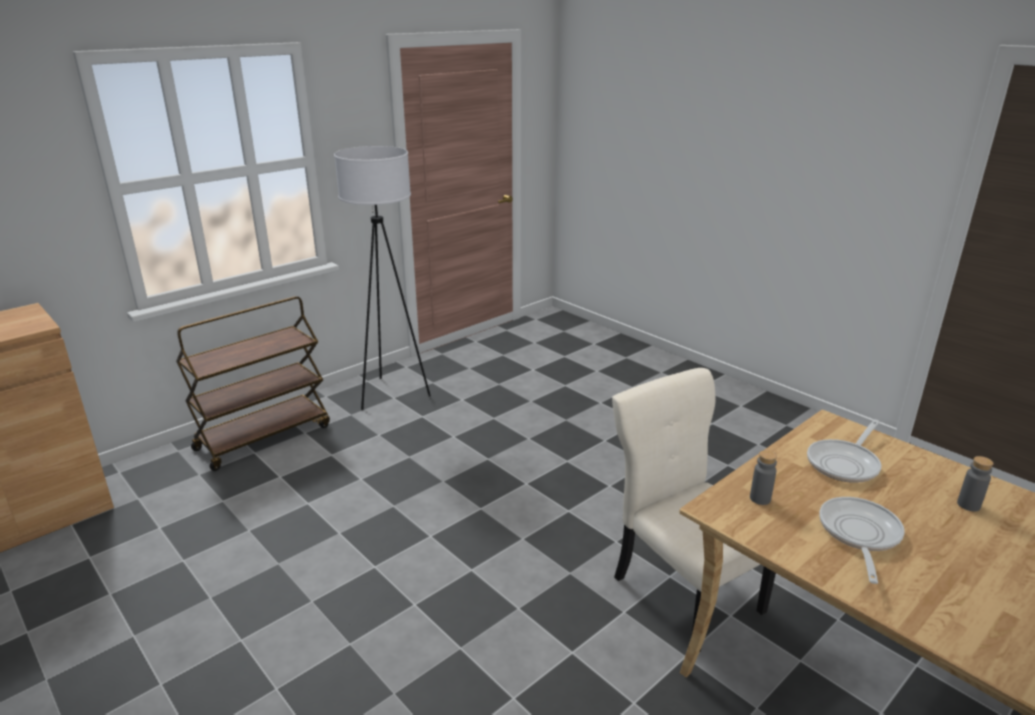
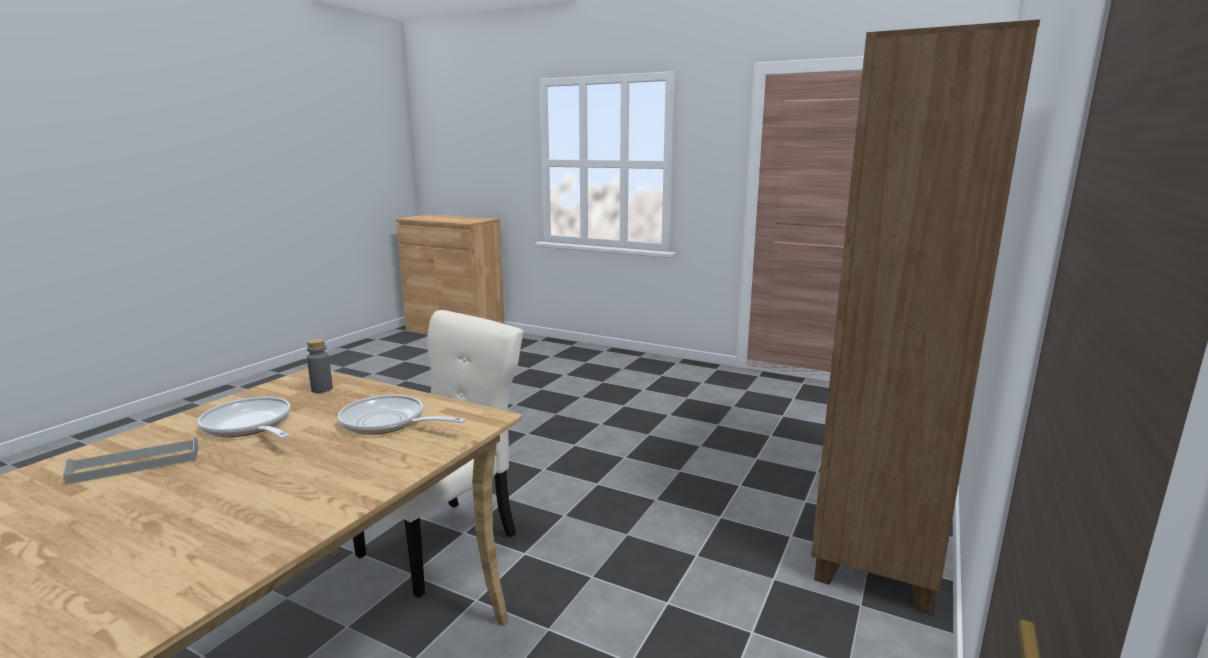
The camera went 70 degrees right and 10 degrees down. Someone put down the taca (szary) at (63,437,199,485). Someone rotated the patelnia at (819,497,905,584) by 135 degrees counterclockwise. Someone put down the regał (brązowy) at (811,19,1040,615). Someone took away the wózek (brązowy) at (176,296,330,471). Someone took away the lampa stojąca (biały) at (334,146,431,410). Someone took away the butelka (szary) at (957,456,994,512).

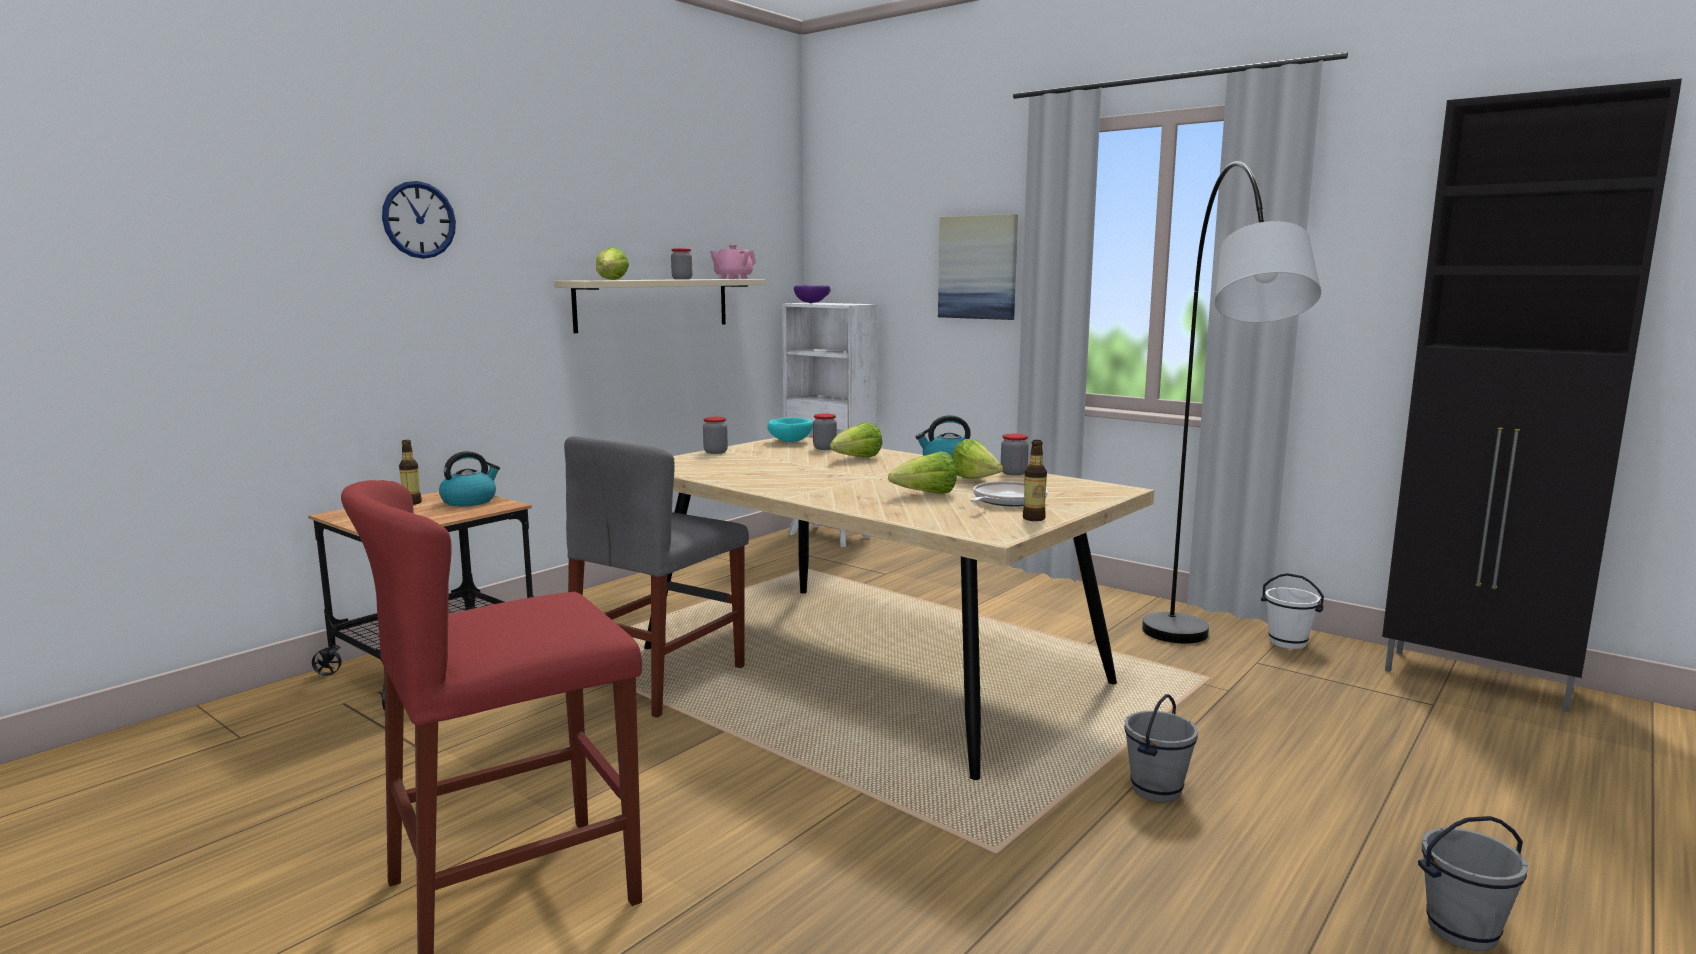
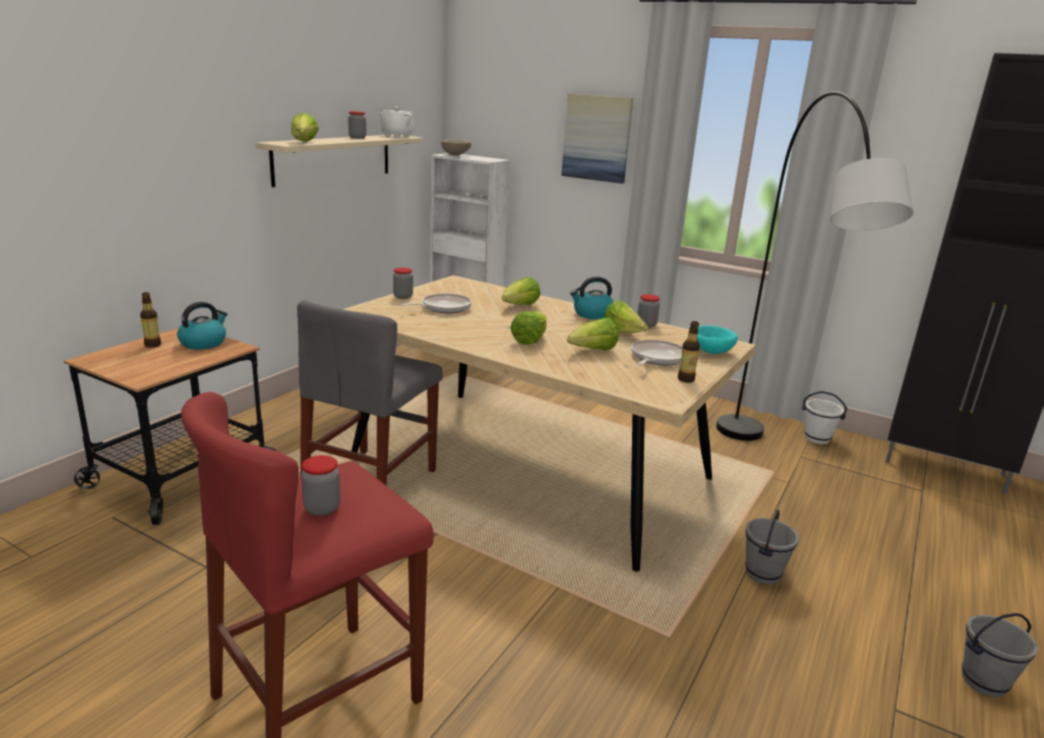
The camera went 10 degrees left and 10 degrees up. Someone carried the słoik from (813,413,837,450) to (301,455,340,516). Someone repainted the imbryk (różowy) at (710,244,756,279), which became the imbryk (biały) at (379,107,415,138). Someone put down the patelnia at (401,293,472,313). Someone repainted the miska (fioletowy) at (794,285,831,303), which became the miska (beżowy) at (441,139,471,155). Someone put down the sałata at (510,311,547,344). Someone carried the miska (turkusowy) from (767,417,813,442) to (697,326,738,354). Someone took away the zegar ścienny at (382,181,456,259).

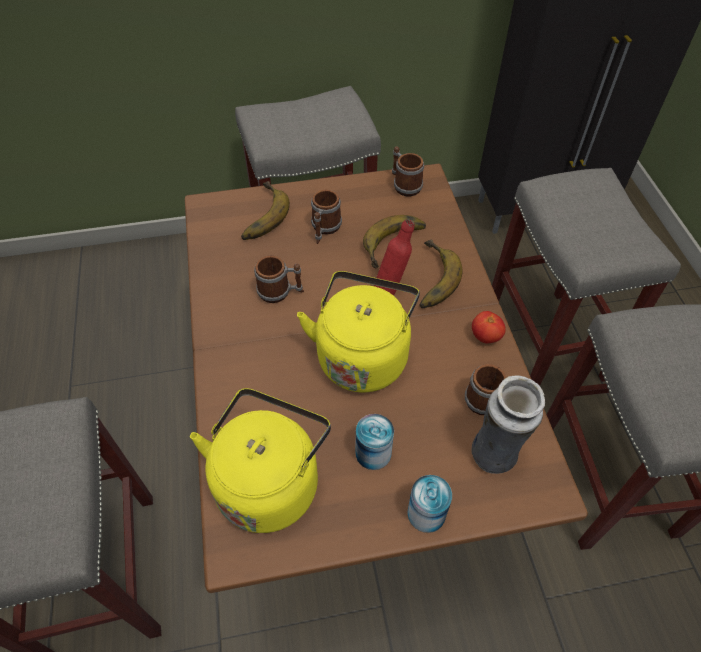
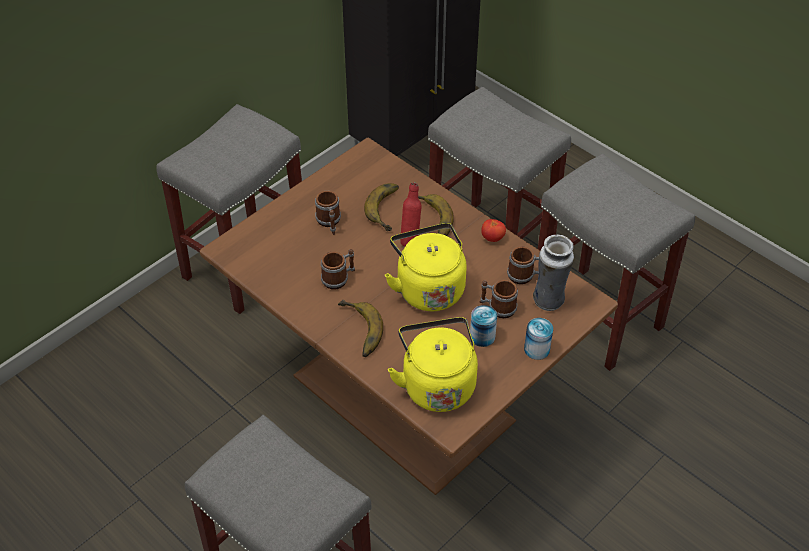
The camera went 35 degrees left and 5 degrees down. Someone carried the banan from (241,181,290,240) to (338,300,383,357). Someone carried the kubek from (392,146,424,196) to (480,280,518,318).

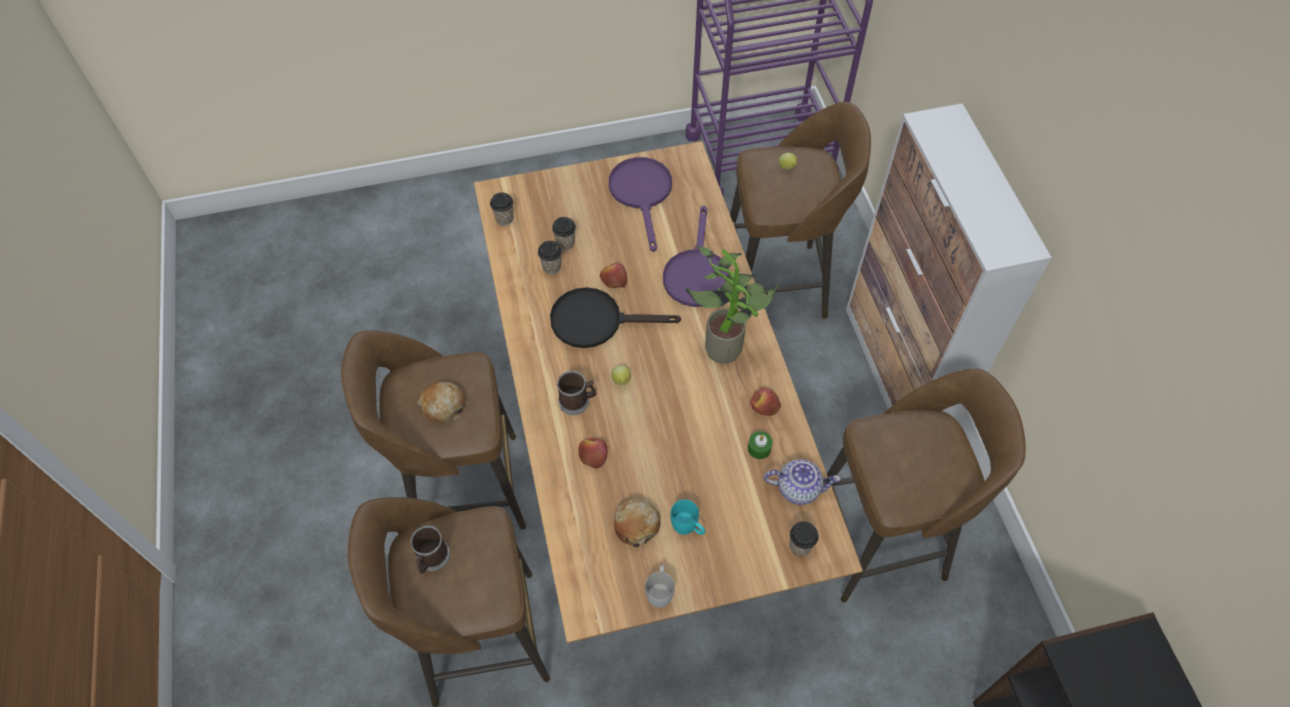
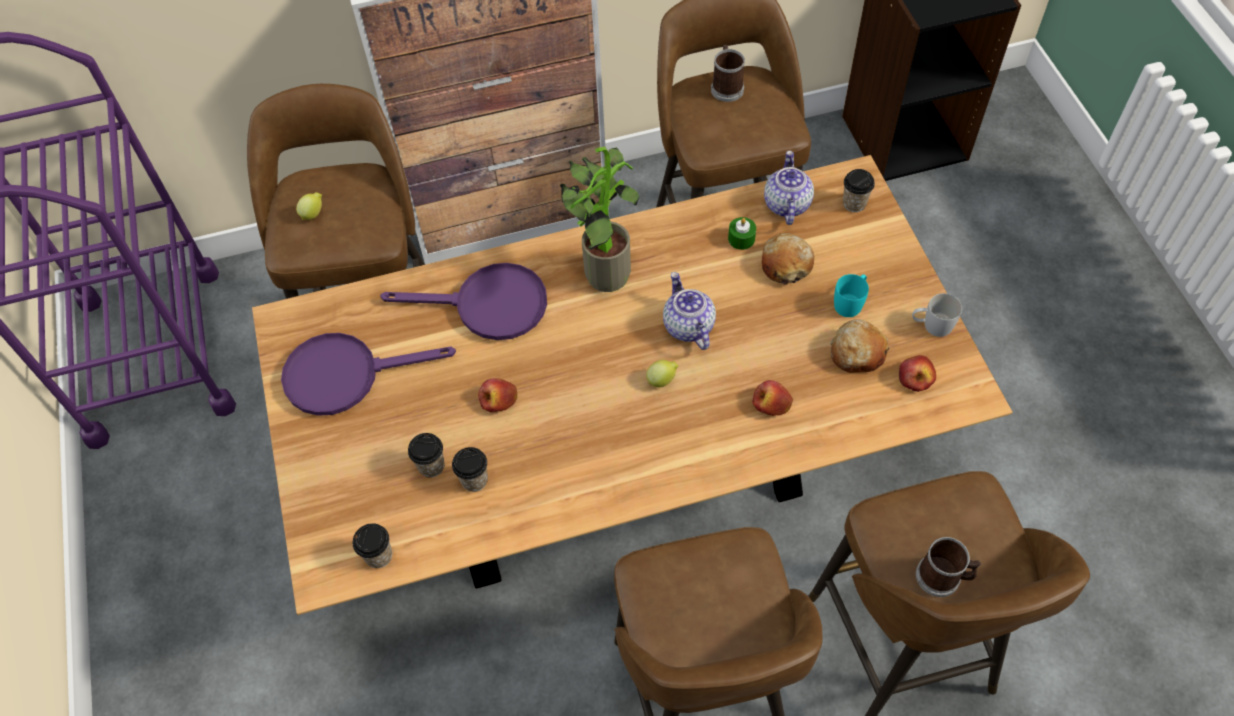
The camera went 90 degrees left and 0 degrees up. Someone put down the imbryk at (663,272,716,350). Someone carried the kubek from (557,371,596,415) to (711,44,745,102). Someone carried the chleb from (418,382,465,424) to (762,233,814,285). Someone carried the jabłko from (750,388,781,416) to (899,355,936,392). Someone took away the patelnia (czarny) at (550,287,681,348).

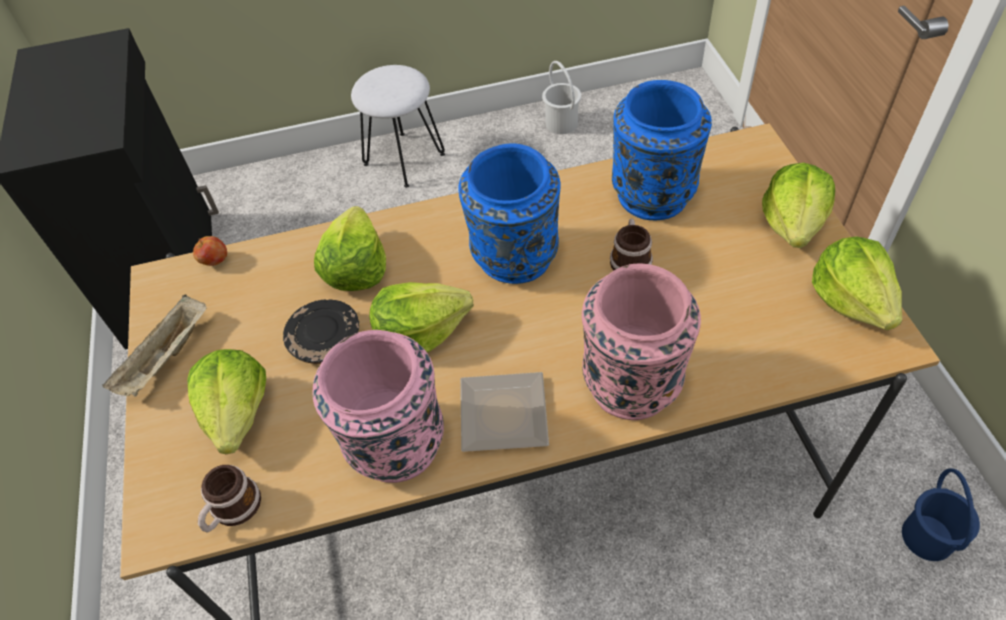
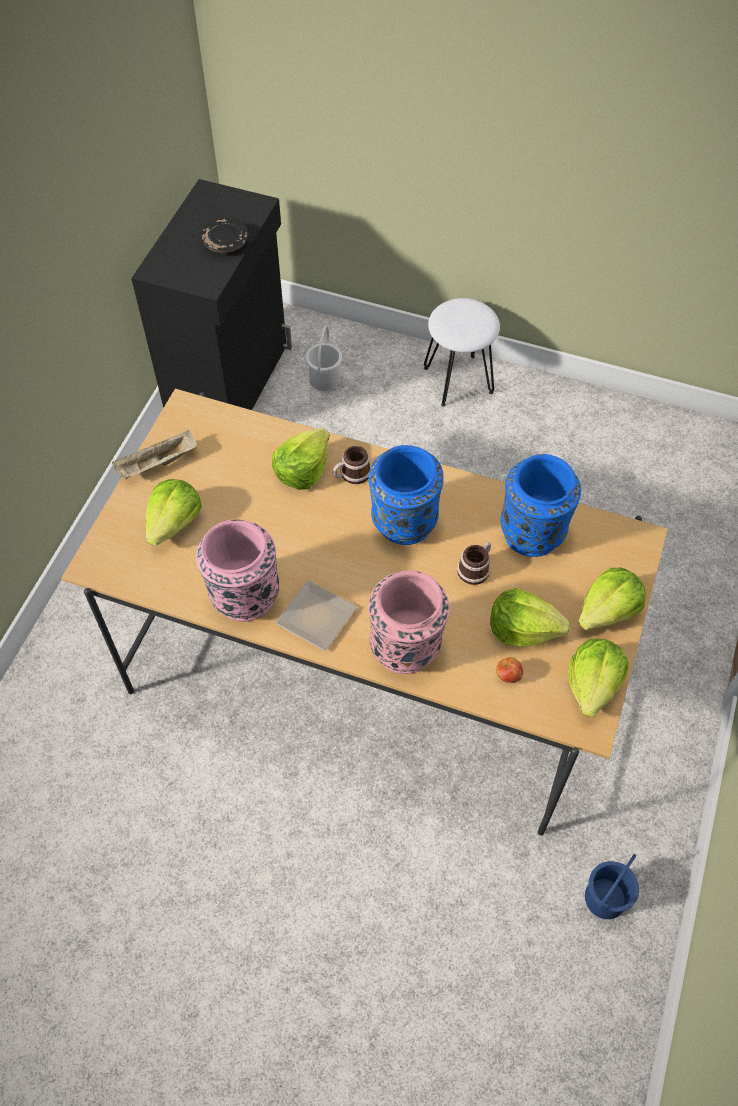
The camera went 30 degrees right and 5 degrees up. Someone carried the talerz (czarny) from (283,300,359,364) to (201,218,248,253). Someone carried the wiadro (biały) from (542,61,581,134) to (305,325,342,391). Someone carried the kubek from (198,465,261,533) to (333,446,371,484). Someone carried the sałata from (369,282,474,353) to (490,588,570,647). Someone carried the jabłko from (193,236,227,266) to (496,657,523,683).

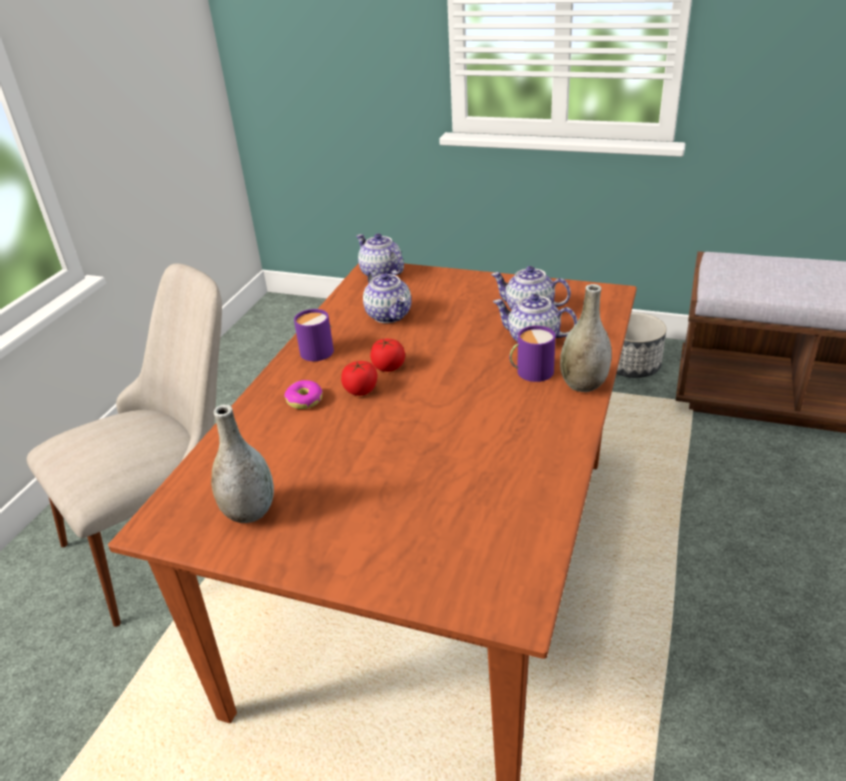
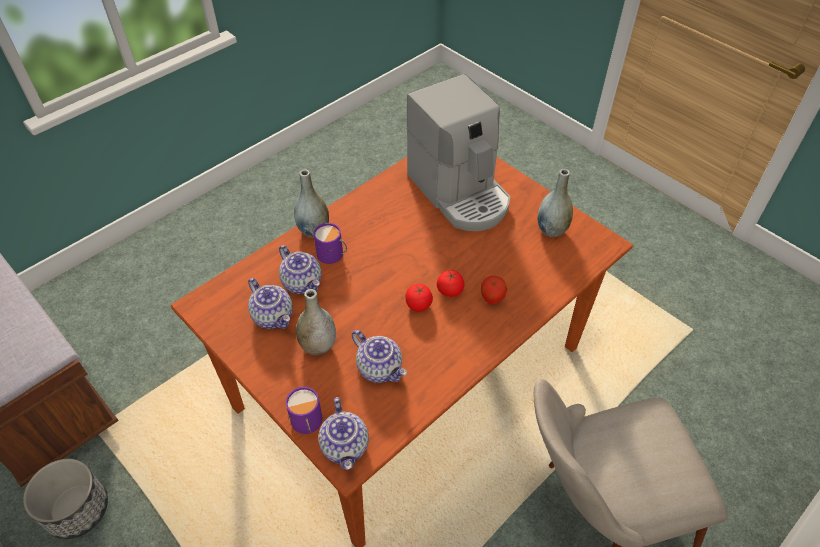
The camera went 155 degrees left and 15 degrees up. Someone carried the kubek (fioletowy) from (294,309,334,361) to (286,387,322,434). Someone put down the wazon (szary) at (296,289,336,355). Someone rotated the imbryk at (363,270,411,323) by 135 degrees clockwise. Someone put down the ekspres do kawy at (406,74,510,231). Someone swapped the donut at (284,380,323,409) for the jabłko at (481,276,507,304).

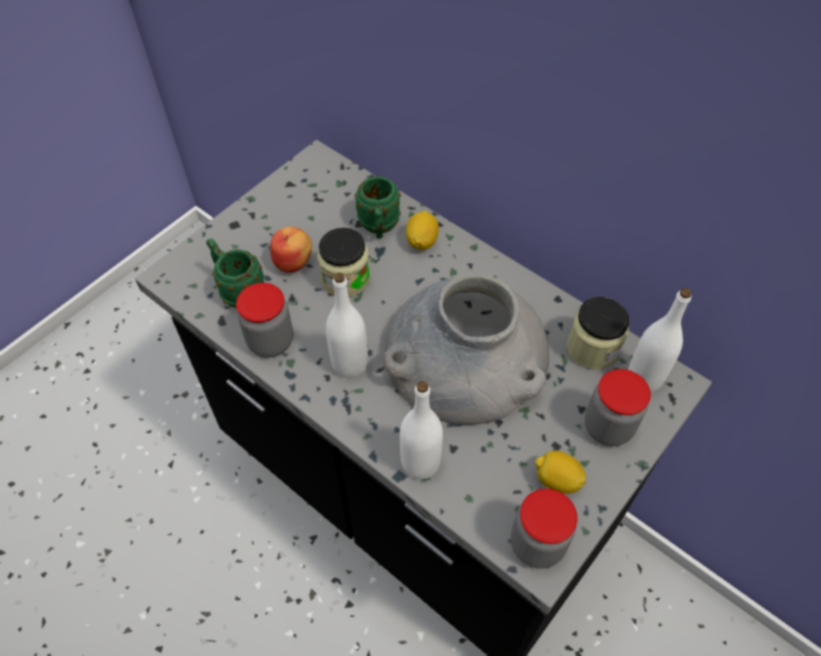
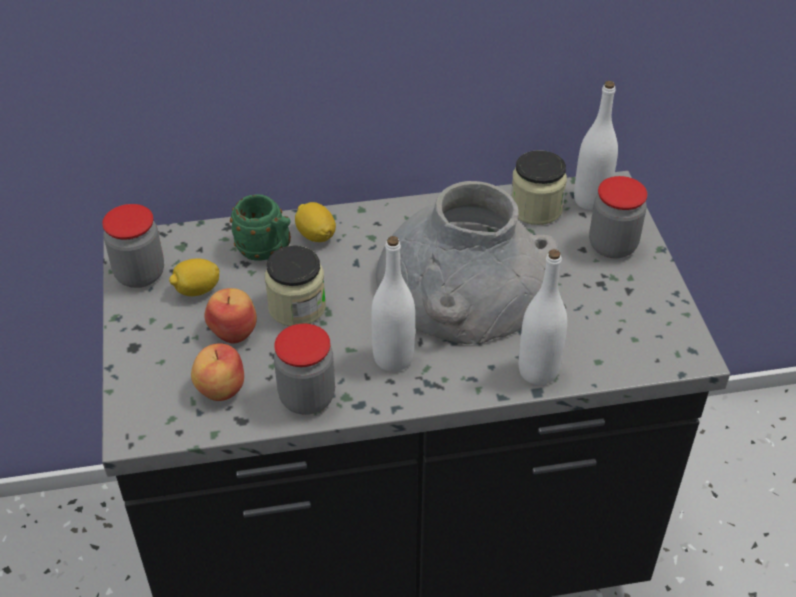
The camera went 50 degrees left and 10 degrees down. Someone carried the słoik from (511,489,577,569) to (102,204,164,288). Someone carried the cytryna from (535,451,586,494) to (169,259,220,296). Someone swapped the kubek (zielony) at (206,238,264,308) for the jabłko at (191,343,244,401).

